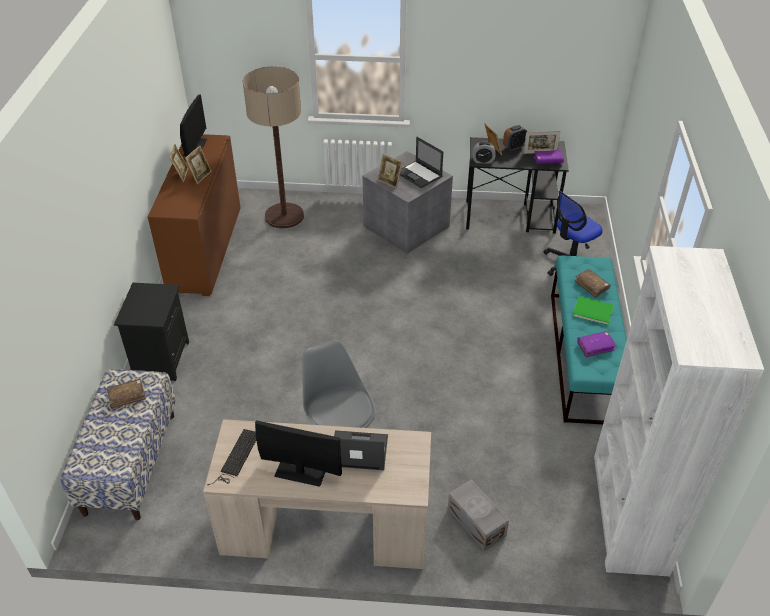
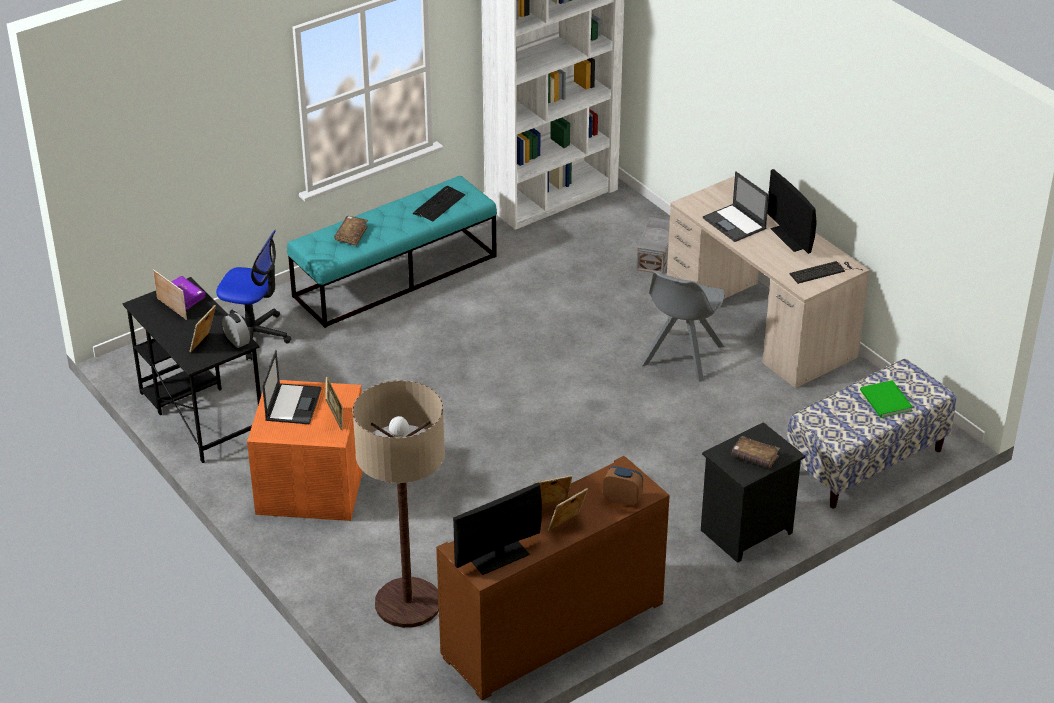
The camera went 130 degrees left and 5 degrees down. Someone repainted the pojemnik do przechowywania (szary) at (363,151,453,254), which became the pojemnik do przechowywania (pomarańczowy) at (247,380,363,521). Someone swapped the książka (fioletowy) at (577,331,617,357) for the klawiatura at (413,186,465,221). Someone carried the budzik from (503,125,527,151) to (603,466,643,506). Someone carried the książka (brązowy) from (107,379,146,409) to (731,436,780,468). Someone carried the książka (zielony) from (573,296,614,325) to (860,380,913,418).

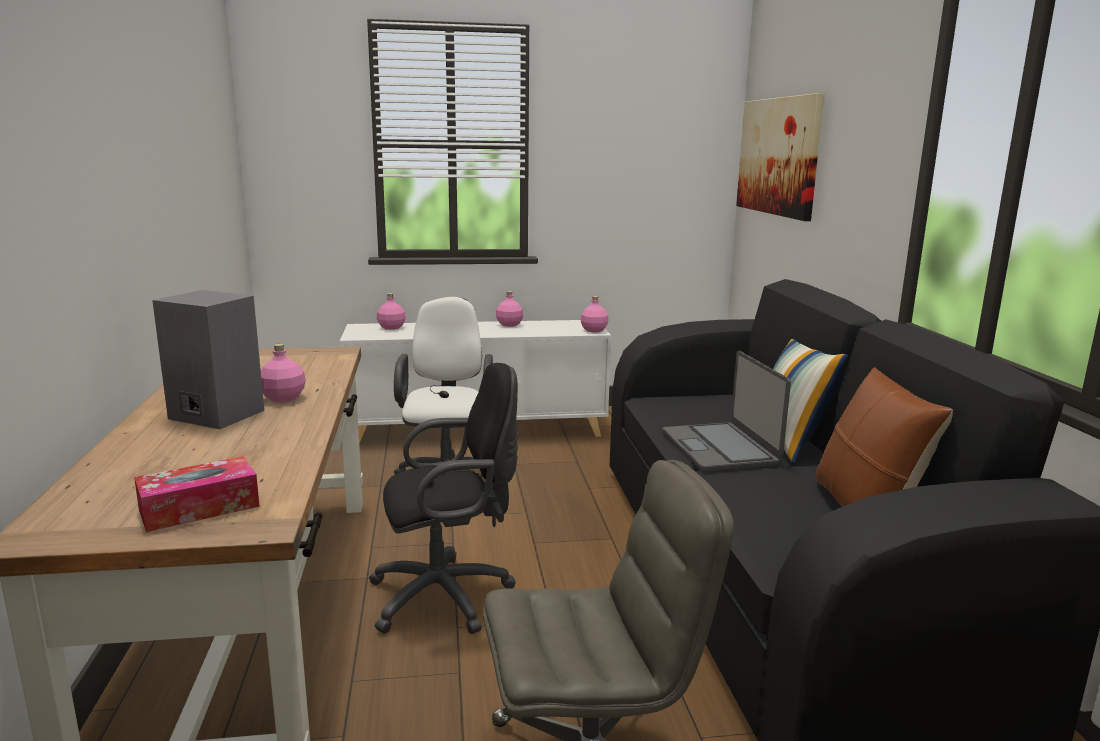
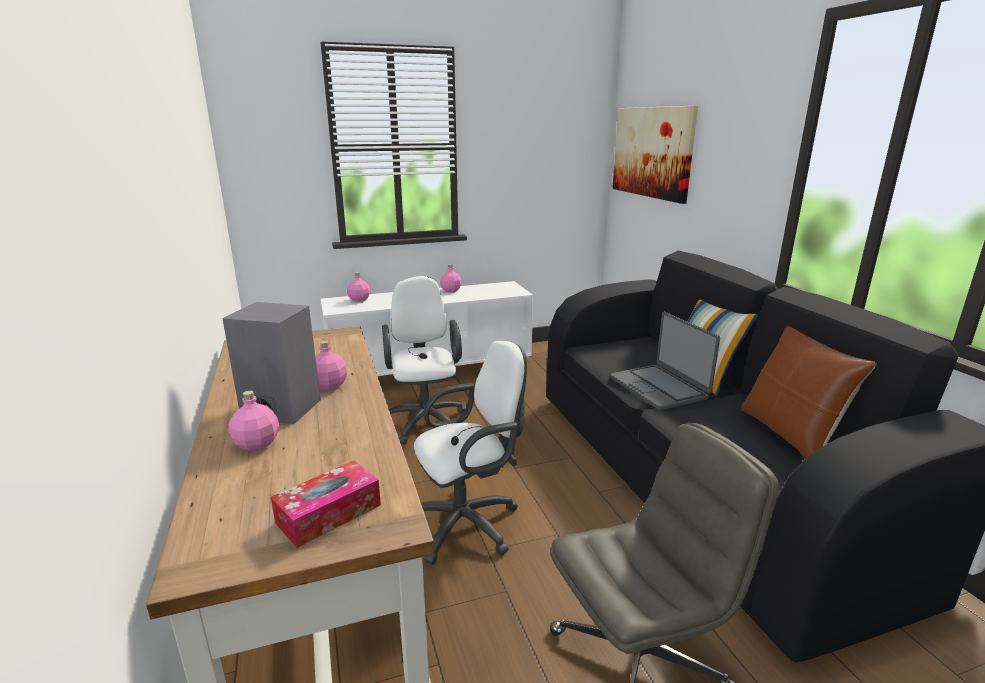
The camera went 10 degrees left and 5 degrees up. Someone carried the butelka (różowy) from (581,296,609,332) to (228,391,279,451). Someone repainted the krzesło biurowe (czarny) at (369,363,518,634), which became the krzesło biurowe (biały) at (414,341,527,565).

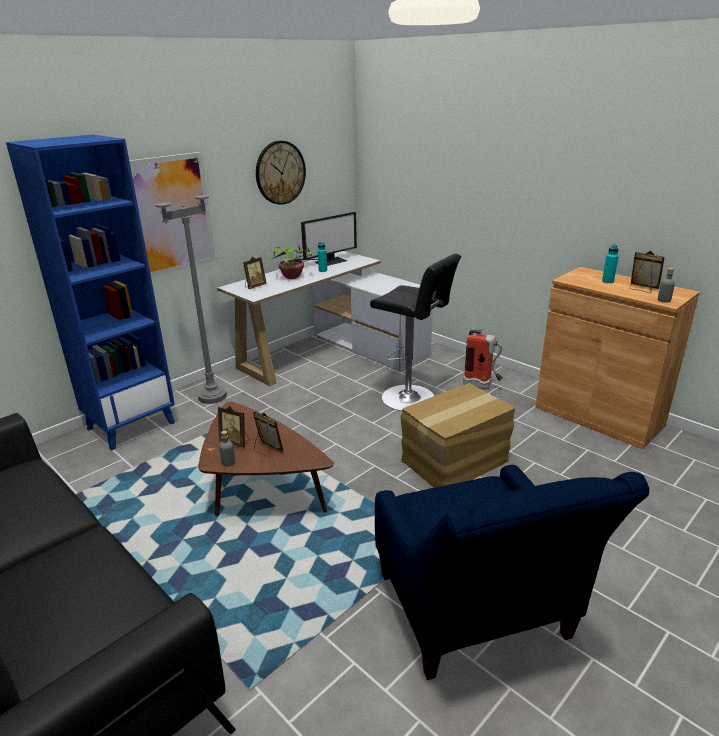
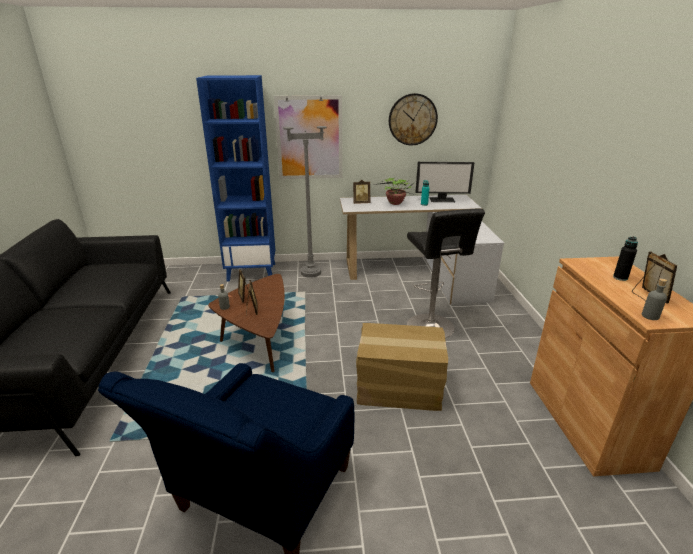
The camera went 40 degrees right and 0 degrees up. Someone repainted the butelka (turkusowy) at (602,244,619,283), which became the butelka (czarny) at (613,237,638,281). Someone took away the gaśnica at (463,328,503,389).

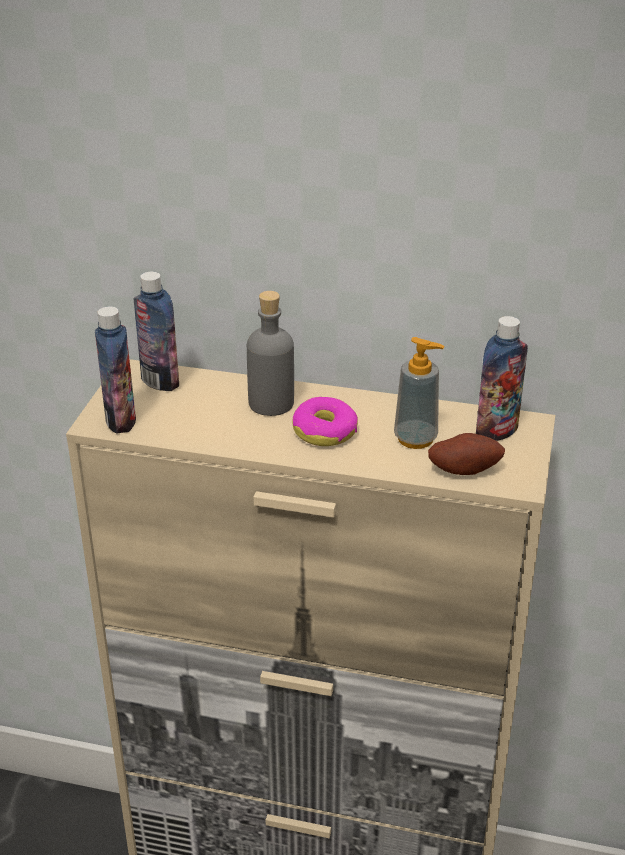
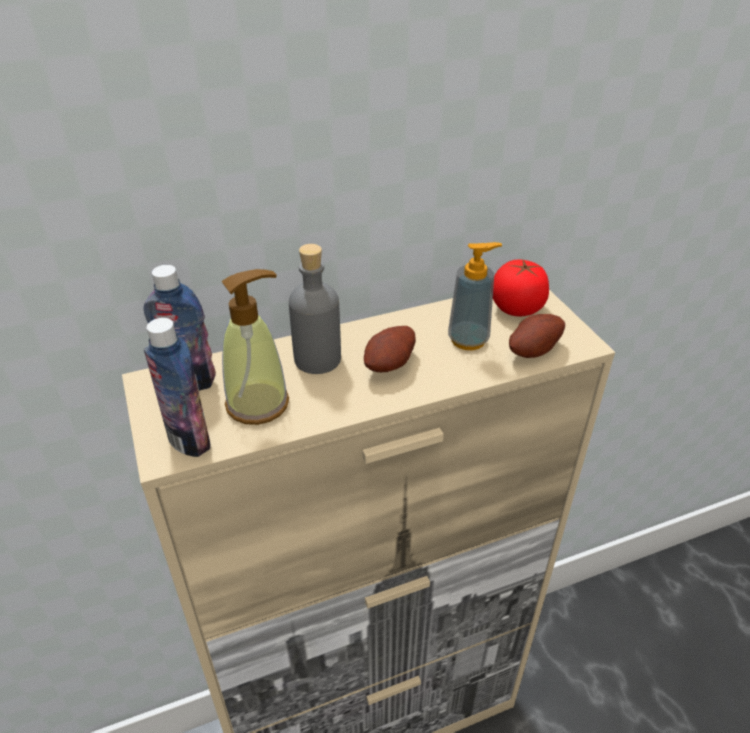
The camera went 35 degrees left and 5 degrees up. Someone put down the dozownik mydła at (222,269,289,425). Someone swapped the donut at (292,397,358,446) for the ziemniak at (364,326,416,372). Someone swapped the butelka at (476,316,528,441) for the pomidor at (493,259,549,317).

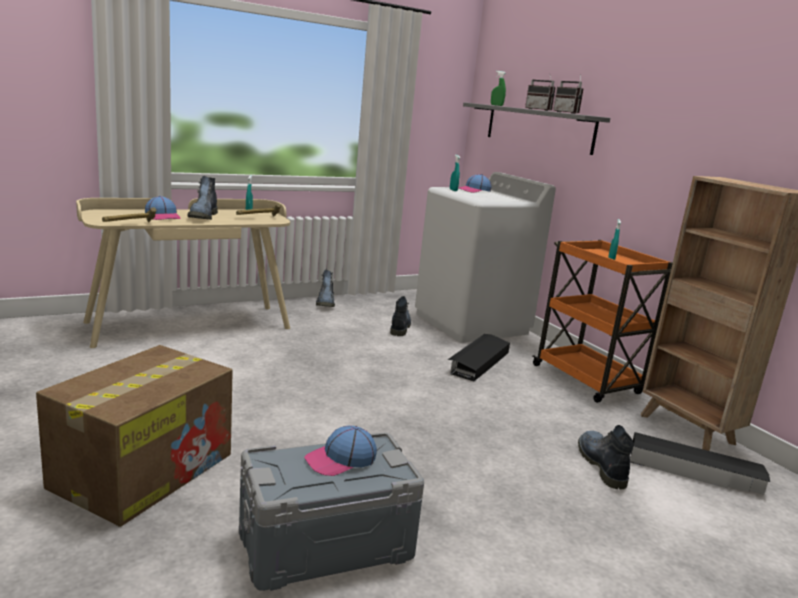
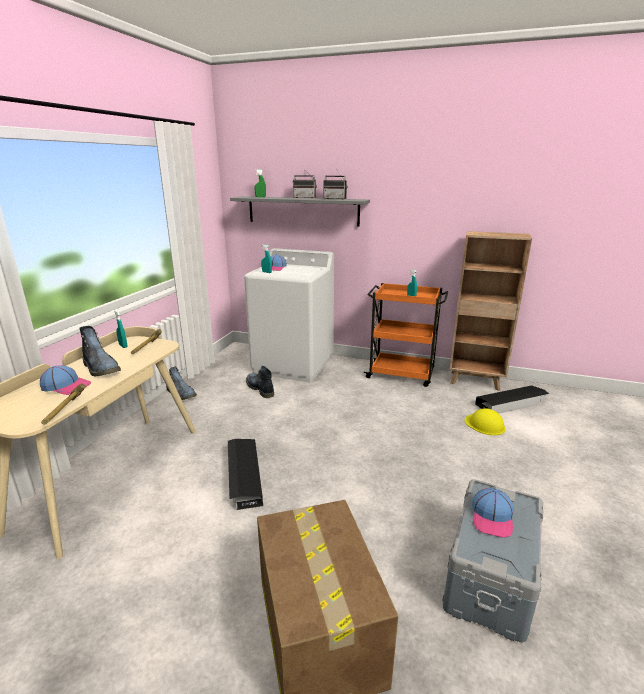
The camera went 40 degrees left and 5 degrees up. Someone carried the pojemnik do przechowywania (czarny) from (448,334,510,382) to (228,439,264,510). Someone swapped the but z cholewką at (578,425,634,489) for the kask (żółty) at (465,408,506,435).

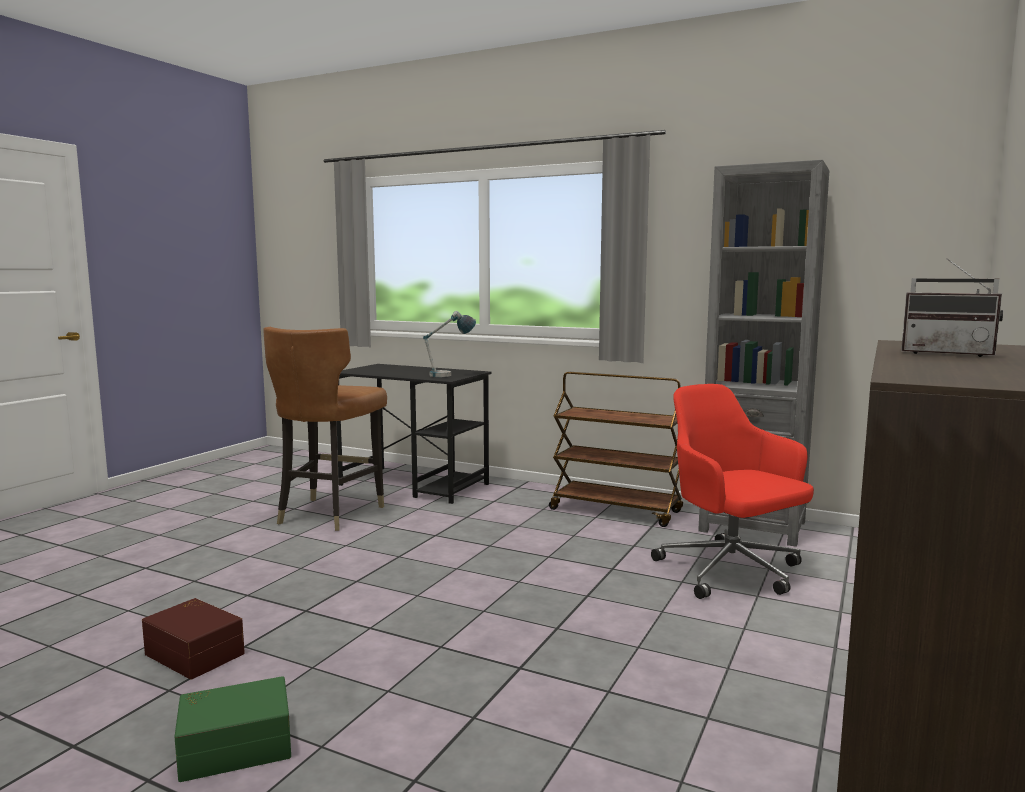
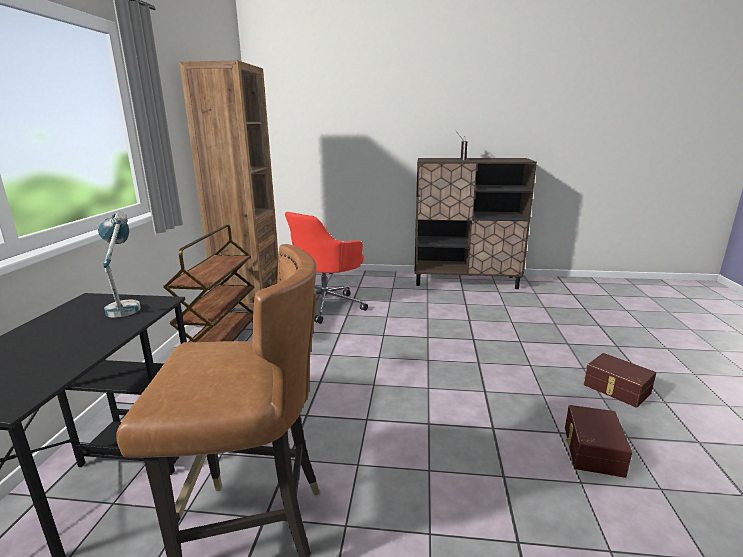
The camera went 110 degrees left and 10 degrees up. Someone repainted the regał (szary) at (698,160,829,547), which became the regał (brązowy) at (179,60,279,309). Someone repainted the pojemnik do przechowywania (zielony) at (175,676,291,782), which became the pojemnik do przechowywania (brązowy) at (584,353,656,408).

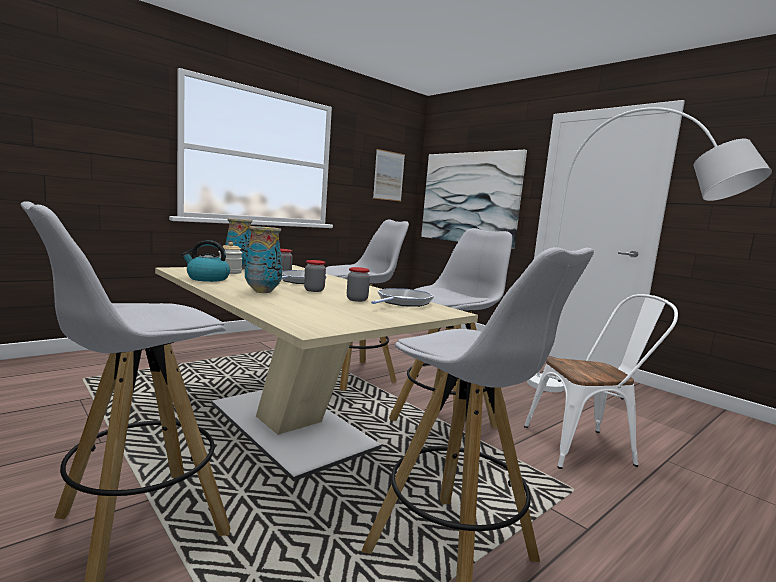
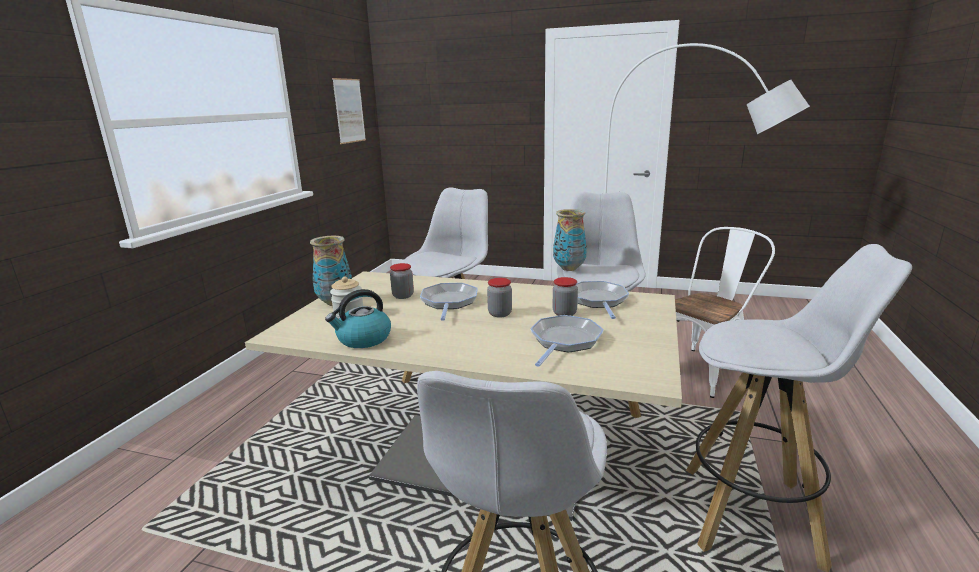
The camera went 30 degrees left and 10 degrees up. Someone put down the patelnia at (530,315,604,367). Someone carried the wazon from (245,226,282,293) to (553,209,587,271). Someone took away the obraz at (421,150,527,249).

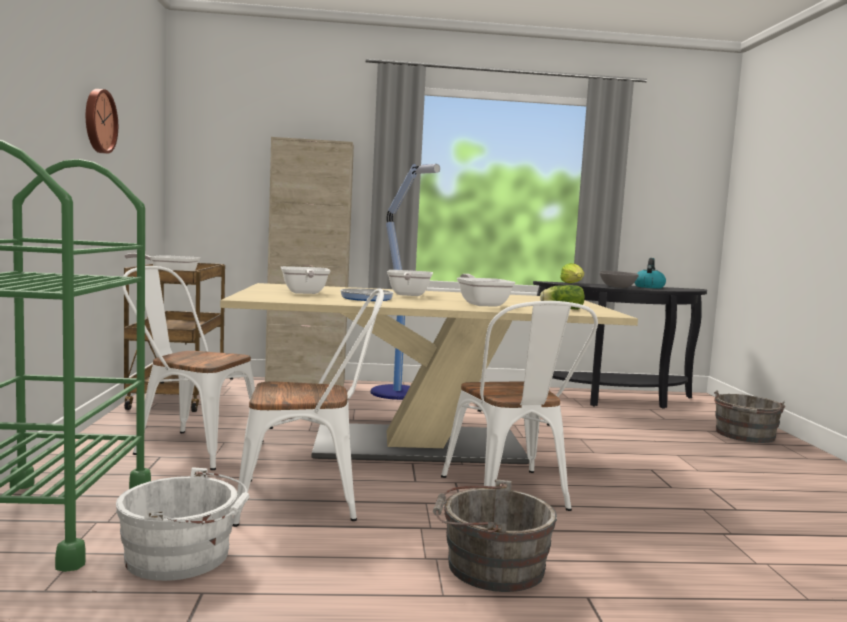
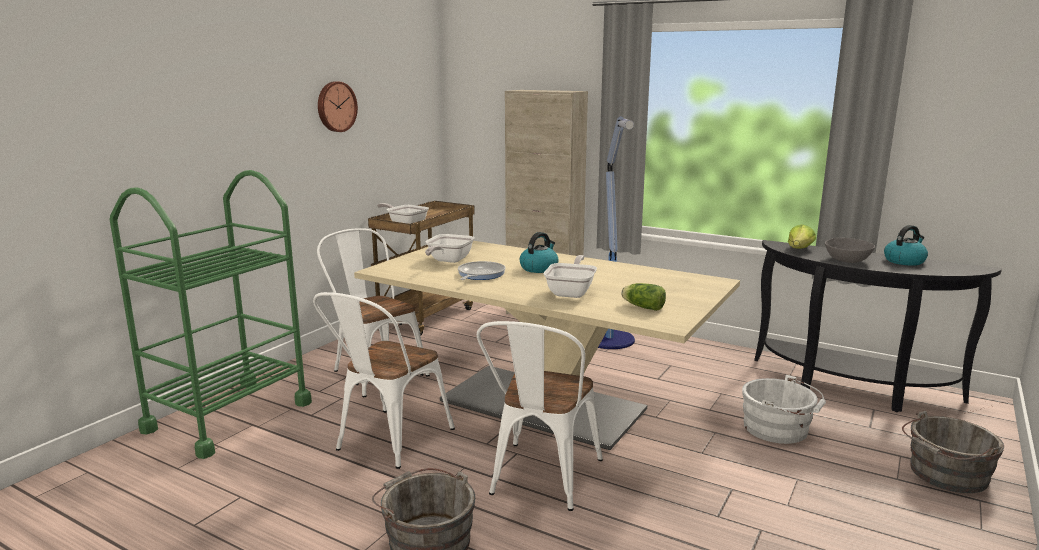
The camera went 35 degrees right and 10 degrees up. Someone rotated the krzesło (biały) at (232,288,384,527) by 90 degrees clockwise. Someone swapped the patelnia at (387,270,433,296) for the czajnik at (520,232,559,273). Someone carried the wiadro (biały) from (116,467,250,581) to (742,375,826,444).

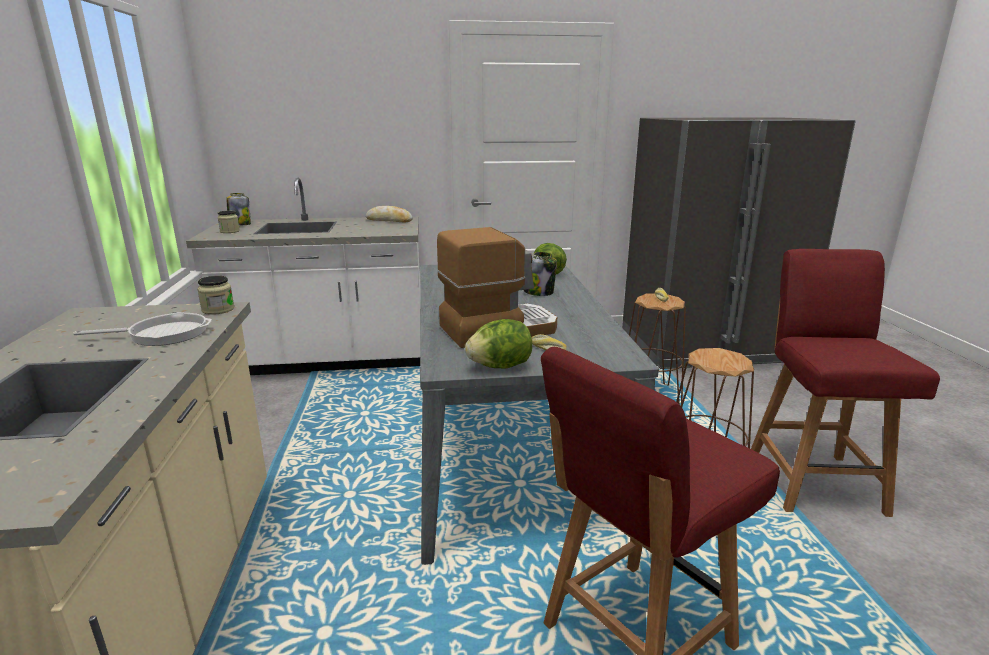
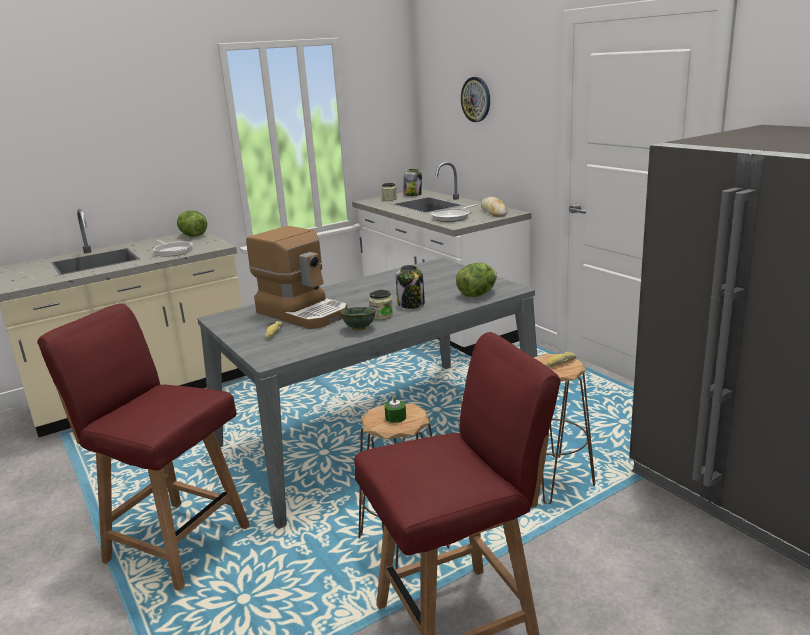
The camera went 65 degrees right and 0 degrees up. Someone carried the sałata from (465,319,532,369) to (177,210,207,237). Someone put down the miska (zielony) at (340,307,376,331). Someone carried the słoik from (197,276,234,315) to (369,290,393,320). Someone put down the świeca (zielony) at (385,395,406,423). Someone put down the patelnia at (432,204,477,222). Someone put up the zegar ścienny at (461,77,490,122).

